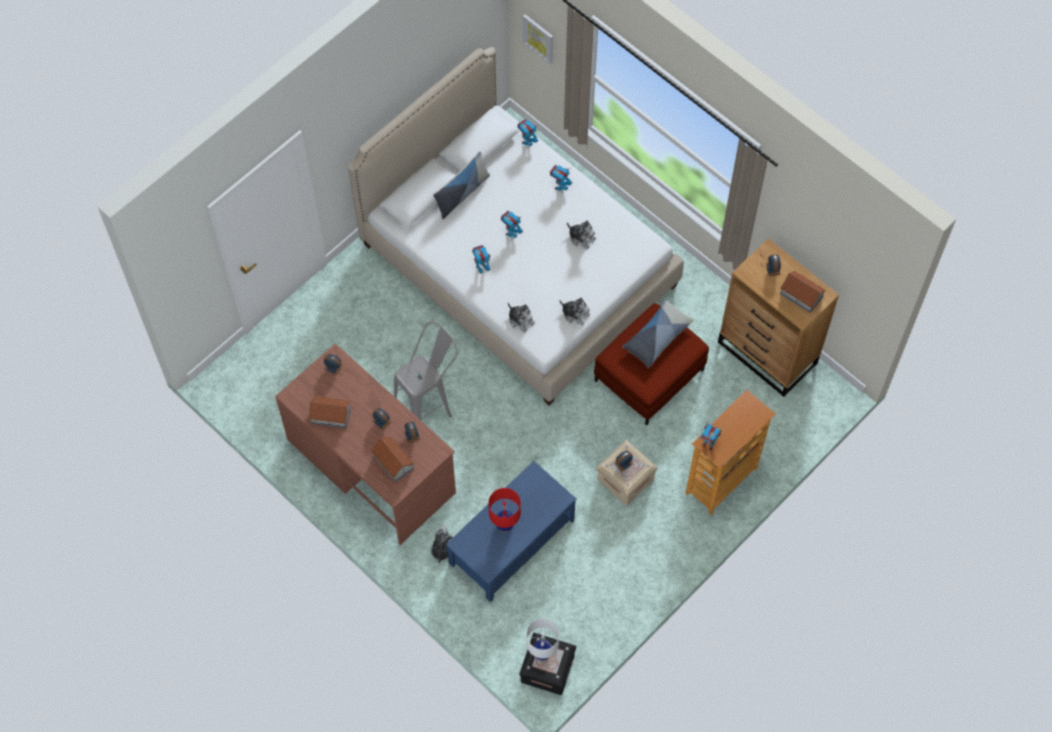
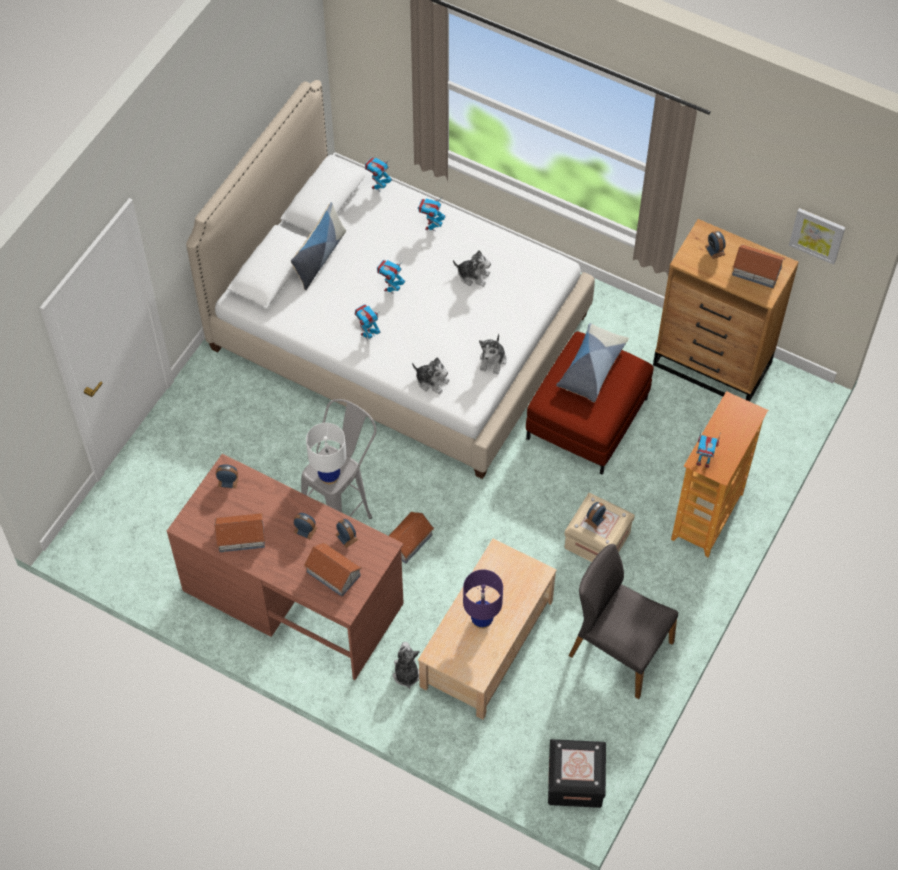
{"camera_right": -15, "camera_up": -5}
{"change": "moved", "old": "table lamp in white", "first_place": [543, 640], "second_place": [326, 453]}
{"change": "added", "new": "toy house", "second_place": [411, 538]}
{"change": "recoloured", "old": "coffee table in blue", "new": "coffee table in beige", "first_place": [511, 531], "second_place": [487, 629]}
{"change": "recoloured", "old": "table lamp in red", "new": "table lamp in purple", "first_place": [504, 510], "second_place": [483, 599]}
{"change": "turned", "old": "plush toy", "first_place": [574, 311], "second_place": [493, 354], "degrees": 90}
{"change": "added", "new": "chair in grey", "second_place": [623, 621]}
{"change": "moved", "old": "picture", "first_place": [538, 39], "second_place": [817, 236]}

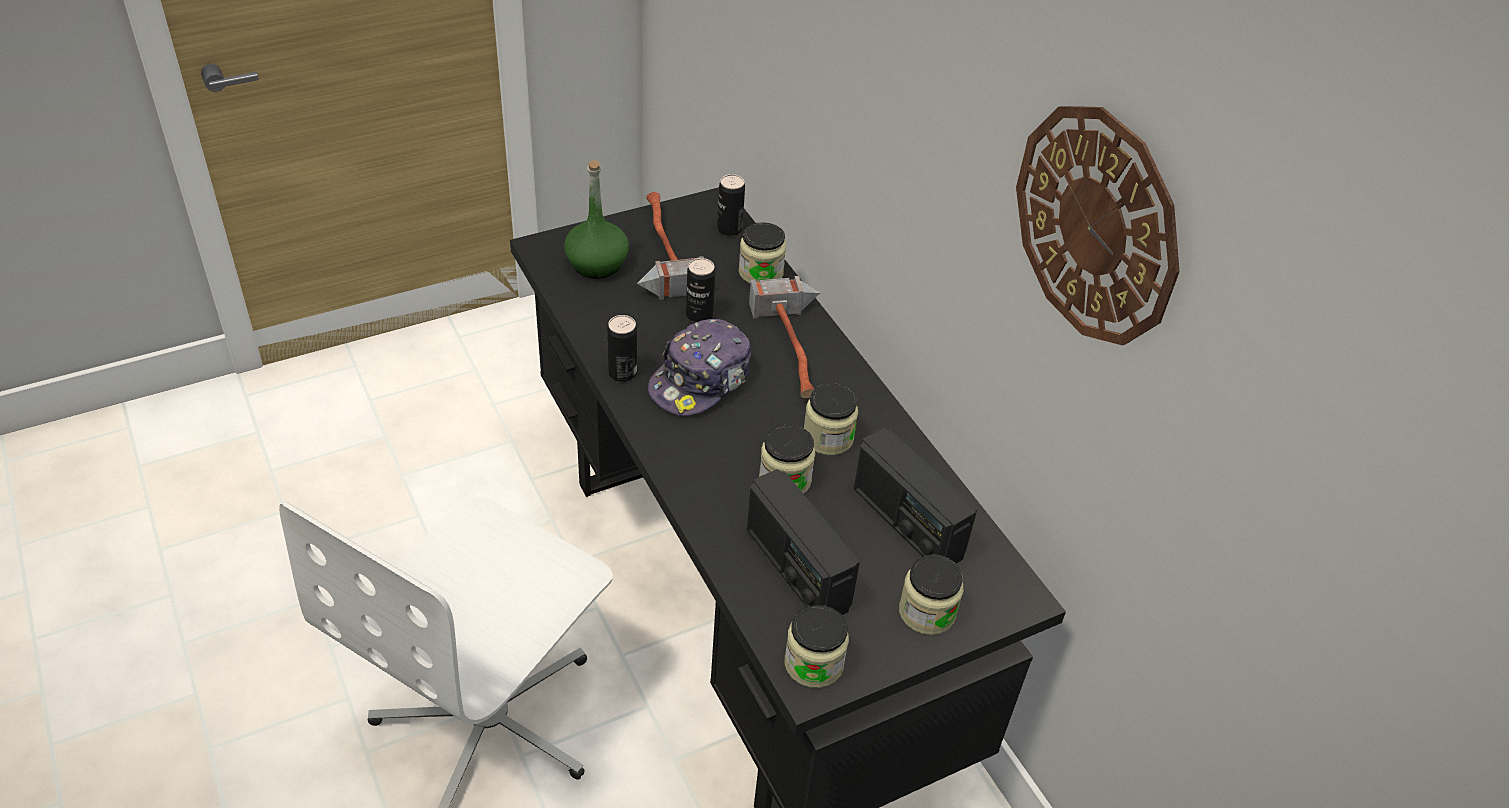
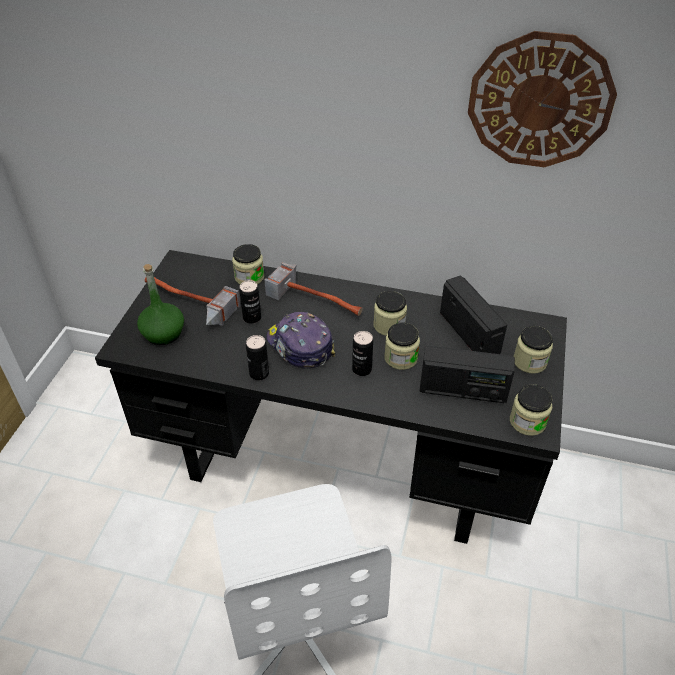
{"camera_right": -45, "camera_up": 0}
{"change": "turned", "old": "cap", "first_place": [699, 367], "second_place": [301, 340], "degrees": 150}
{"change": "moved", "old": "can", "first_place": [731, 205], "second_place": [362, 353]}
{"change": "turned", "old": "radio", "first_place": [915, 496], "second_place": [473, 314], "degrees": -120}

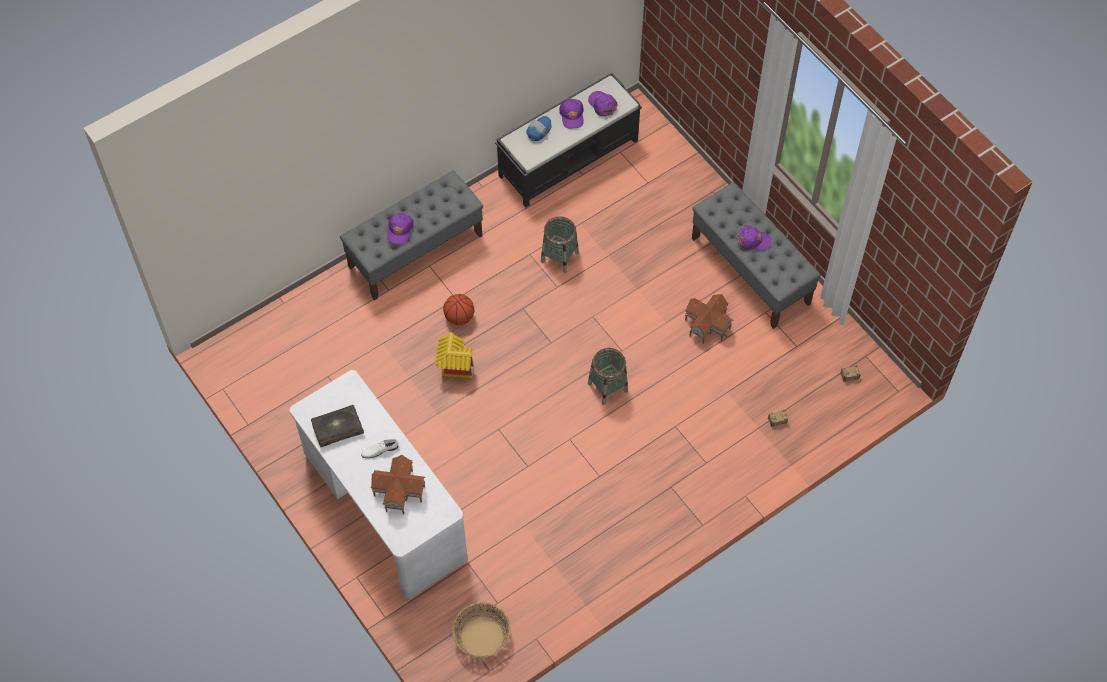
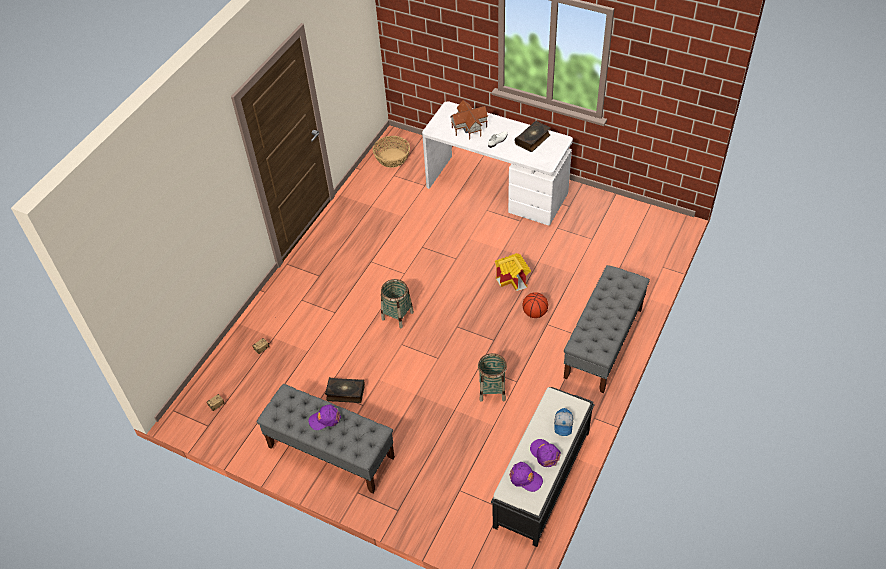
{"camera_right": 155, "camera_up": -10}
{"change": "replaced", "old": "toy house", "new": "book", "first_place": [709, 319], "second_place": [345, 390]}
{"change": "removed", "old": "cap in purple", "first_place": [400, 229]}

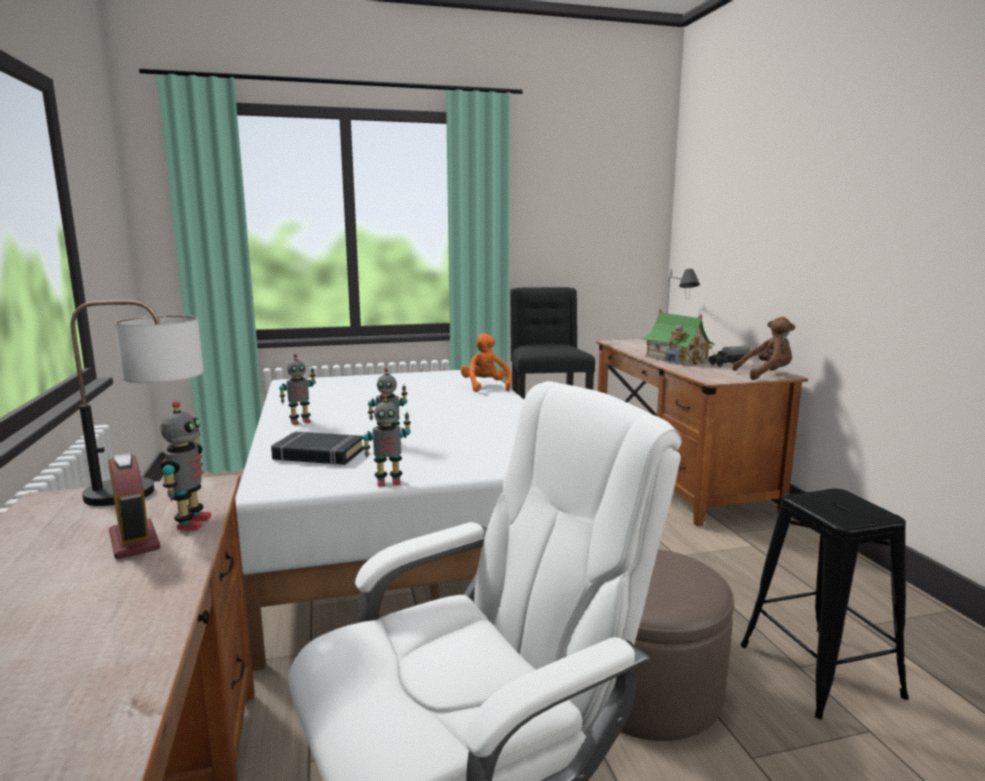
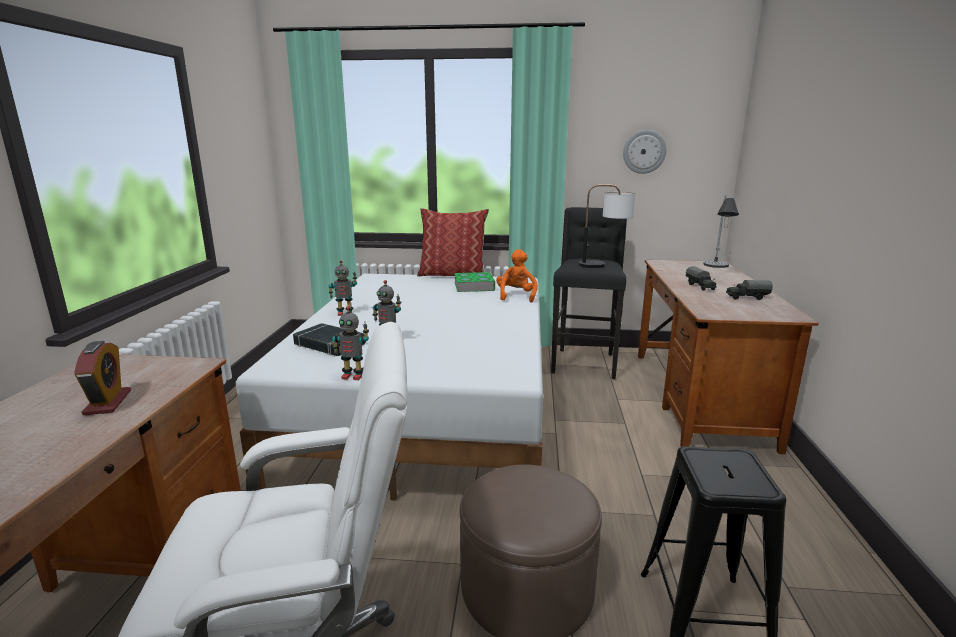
{"camera_right": 20, "camera_up": 5}
{"change": "added", "new": "pillow", "second_place": [453, 242]}
{"change": "added", "new": "book", "second_place": [474, 282]}
{"change": "moved", "old": "table lamp", "first_place": [137, 403], "second_place": [607, 226]}
{"change": "added", "new": "wall clock", "second_place": [645, 152]}
{"change": "replaced", "old": "toy house", "new": "toy truck", "first_place": [679, 337], "second_place": [701, 278]}
{"change": "removed", "old": "toy robot", "first_place": [185, 465]}
{"change": "removed", "old": "plush toy in brown", "first_place": [763, 348]}

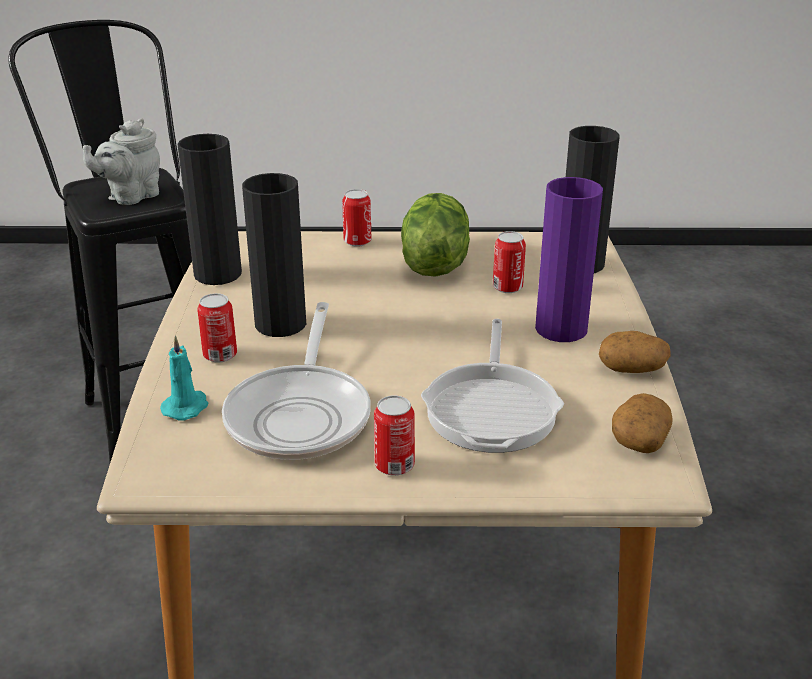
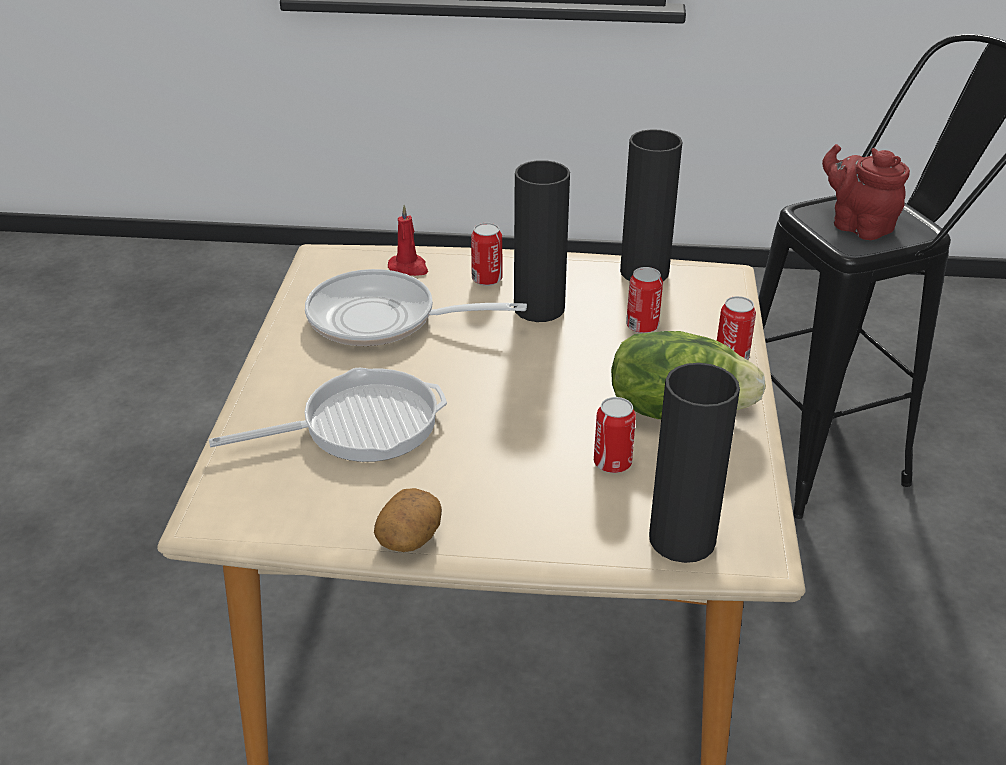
{"camera_right": 95, "camera_up": 5}
{"change": "turned", "old": "frying pan", "first_place": [492, 386], "second_place": [328, 415], "degrees": 150}
{"change": "recoloured", "old": "candle in turquoise", "new": "candle in red", "first_place": [184, 378], "second_place": [408, 240]}
{"change": "moved", "old": "can", "first_place": [394, 435], "second_place": [644, 300]}
{"change": "recoloured", "old": "teapot in grey", "new": "teapot in red", "first_place": [121, 161], "second_place": [866, 192]}
{"change": "removed", "old": "vase in purple", "first_place": [569, 259]}
{"change": "removed", "old": "potato", "first_place": [642, 423]}

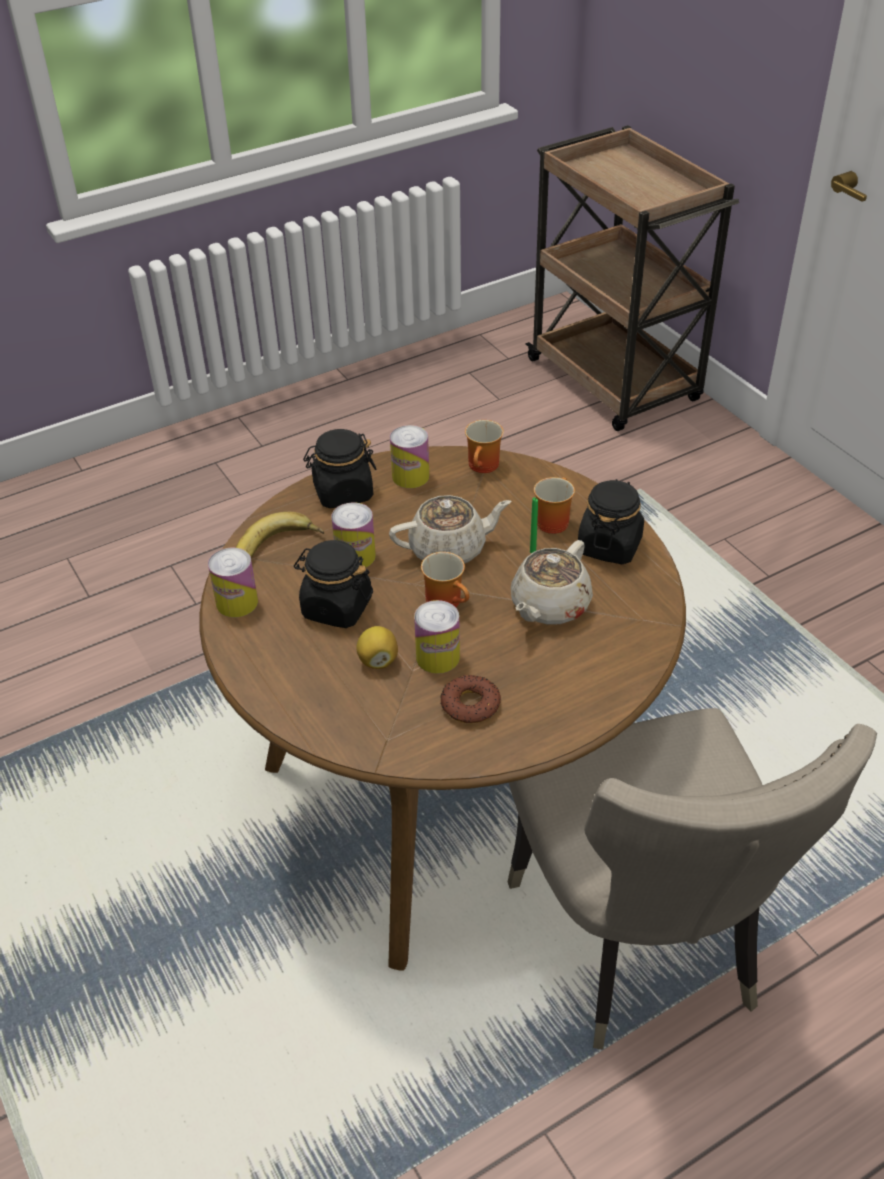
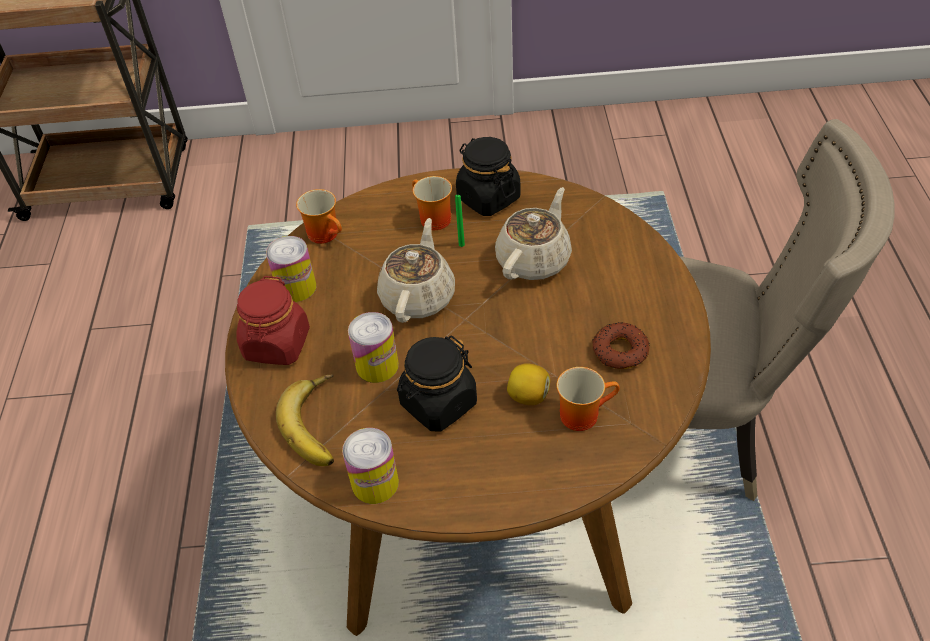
{"camera_right": -60, "camera_up": 5}
{"change": "recoloured", "old": "jar in black", "new": "jar in red", "first_place": [340, 468], "second_place": [273, 320]}
{"change": "turned", "old": "teapot in beige", "first_place": [552, 582], "second_place": [533, 233], "degrees": -120}
{"change": "moved", "old": "mug", "first_place": [445, 579], "second_place": [588, 399]}
{"change": "removed", "old": "can", "first_place": [437, 637]}

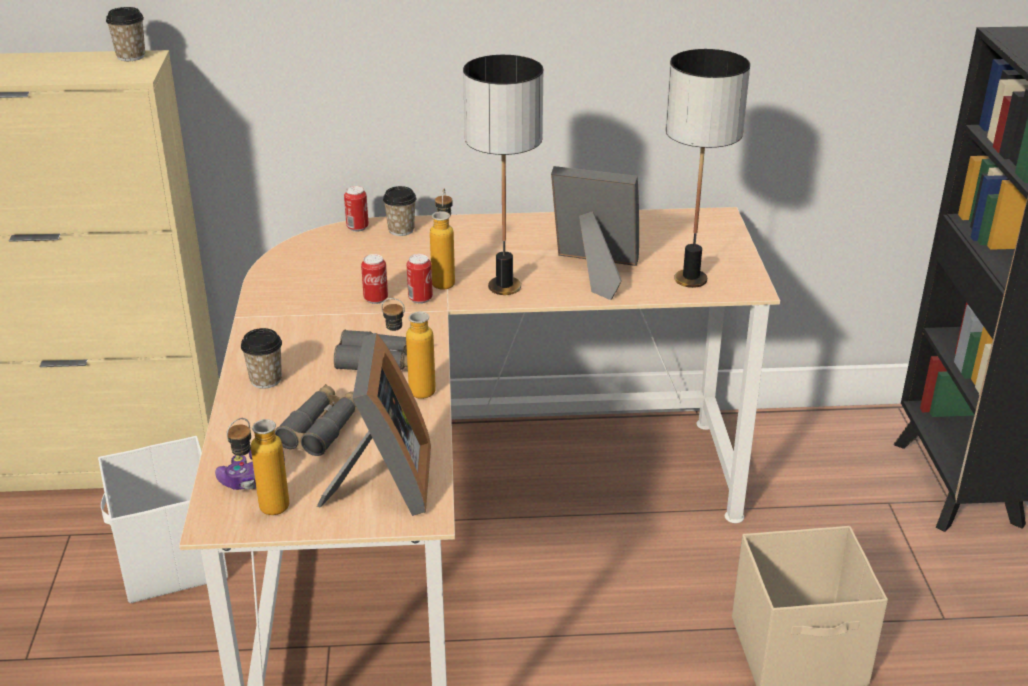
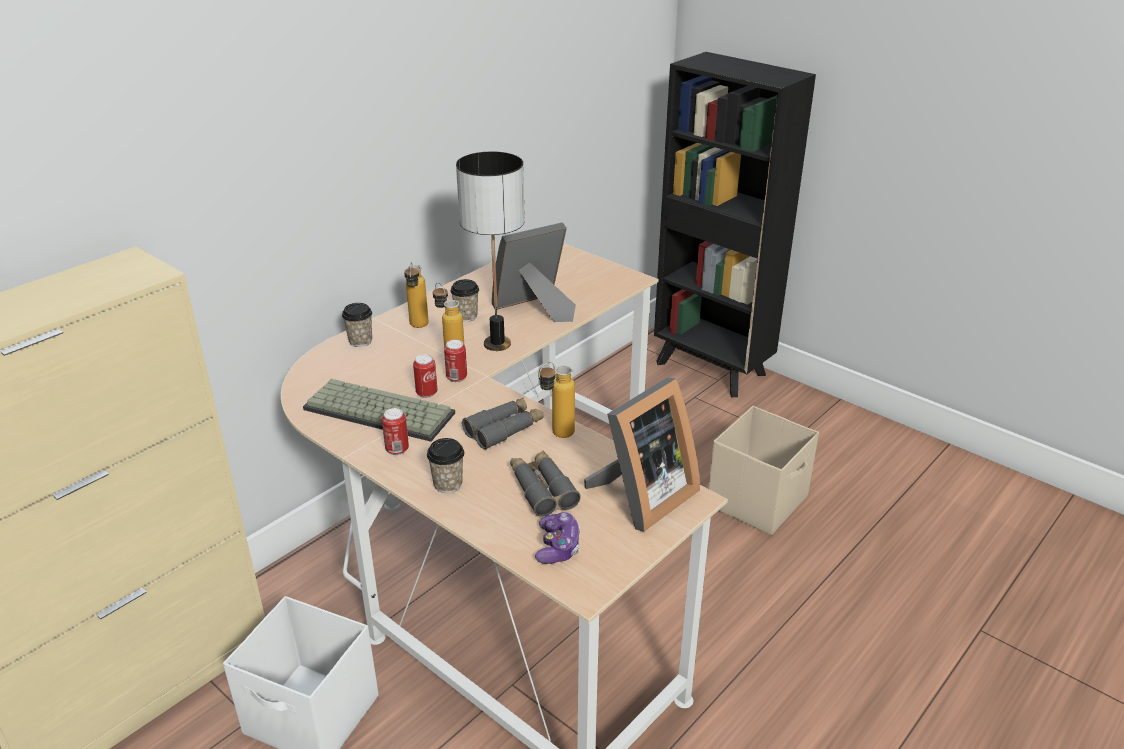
{"camera_right": -45, "camera_up": 0}
{"change": "added", "new": "keyboard", "second_place": [379, 410]}
{"change": "moved", "old": "can", "first_place": [356, 209], "second_place": [395, 431]}
{"change": "moved", "old": "bottle", "first_place": [257, 466], "second_place": [416, 295]}
{"change": "moved", "old": "cup", "first_place": [125, 34], "second_place": [464, 300]}
{"change": "turned", "old": "picture frame", "first_place": [374, 424], "second_place": [642, 455], "degrees": 90}
{"change": "removed", "old": "table lamp", "first_place": [708, 168]}

